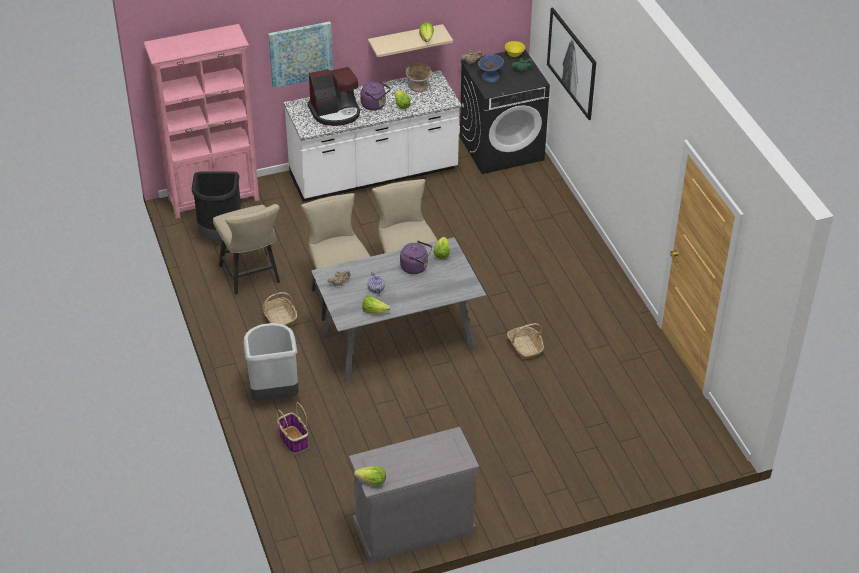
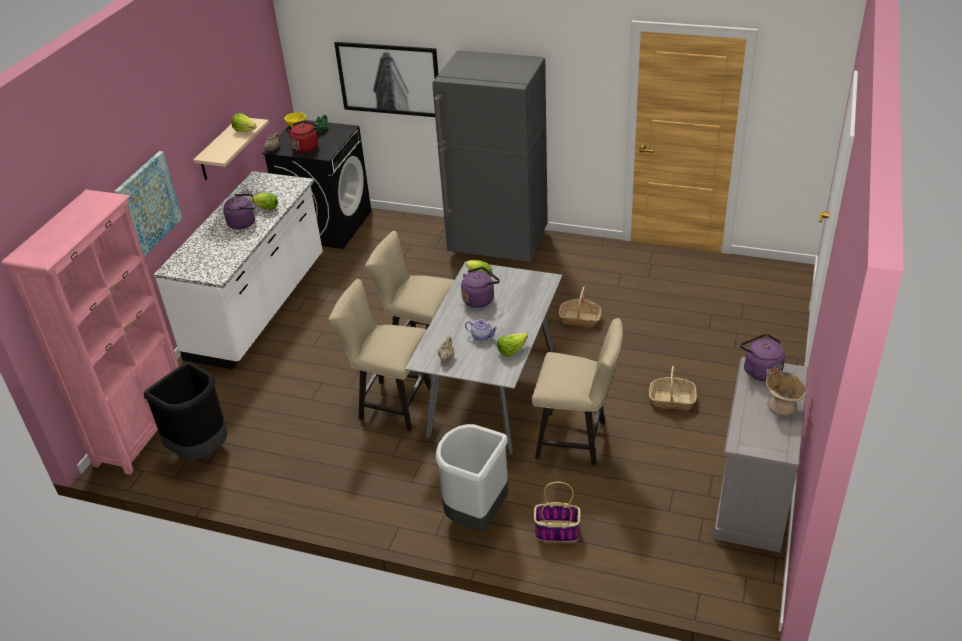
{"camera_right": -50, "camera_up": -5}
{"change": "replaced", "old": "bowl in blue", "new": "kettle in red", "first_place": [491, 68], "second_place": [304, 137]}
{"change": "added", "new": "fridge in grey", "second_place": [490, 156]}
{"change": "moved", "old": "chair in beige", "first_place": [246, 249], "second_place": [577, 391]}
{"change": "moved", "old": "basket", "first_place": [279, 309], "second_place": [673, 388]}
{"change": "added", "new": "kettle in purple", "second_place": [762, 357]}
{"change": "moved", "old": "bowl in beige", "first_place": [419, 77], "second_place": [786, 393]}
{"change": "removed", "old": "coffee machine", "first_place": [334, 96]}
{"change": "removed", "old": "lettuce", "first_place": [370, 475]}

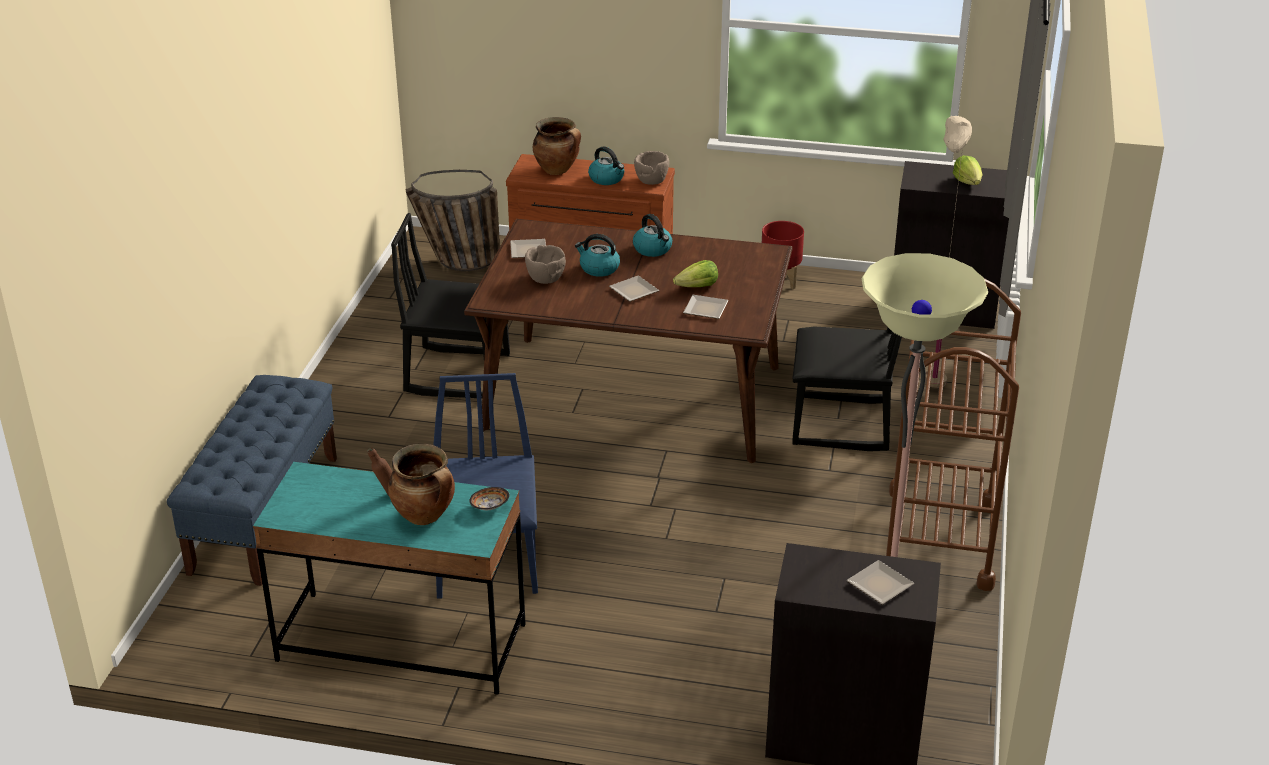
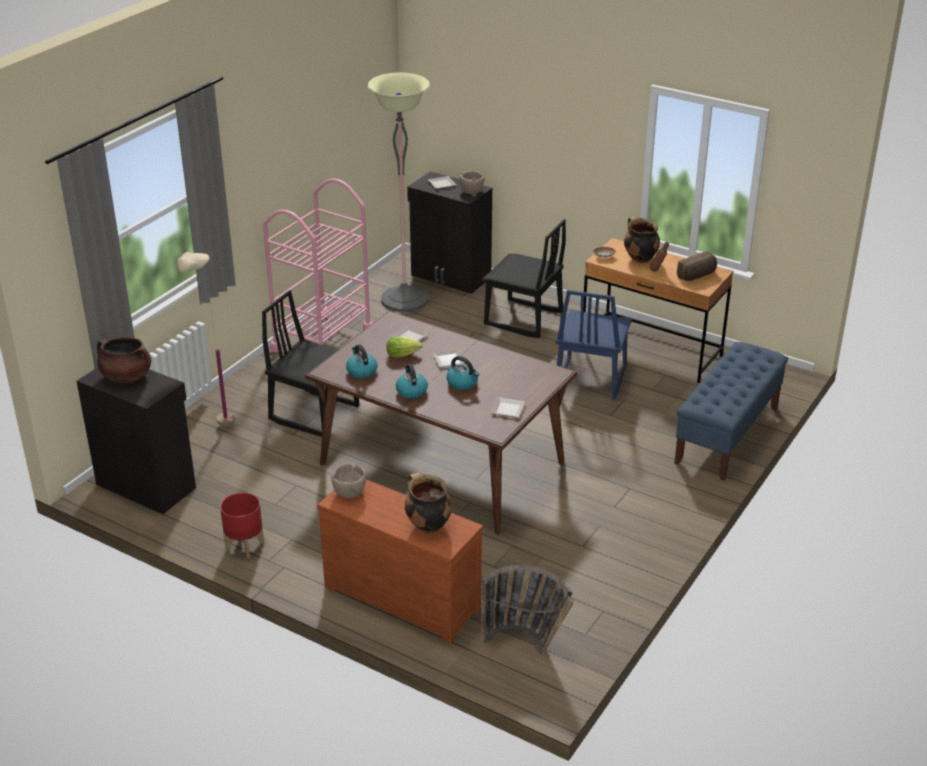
{"camera_right": -160, "camera_up": 0}
{"change": "replaced", "old": "lettuce", "new": "cooking pot in brown", "first_place": [968, 170], "second_place": [124, 360]}
{"change": "recoloured", "old": "cart in brown", "new": "cart in pink", "first_place": [953, 434], "second_place": [318, 265]}
{"change": "moved", "old": "kettle", "first_place": [606, 165], "second_place": [362, 361]}
{"change": "moved", "old": "bowl in brown", "first_place": [545, 264], "second_place": [472, 182]}
{"change": "moved", "old": "chair in black", "first_place": [450, 305], "second_place": [524, 278]}
{"change": "recoloured", "old": "desk in turquoise", "new": "desk in brown", "first_place": [389, 578], "second_place": [658, 310]}
{"change": "added", "new": "bread", "second_place": [697, 266]}

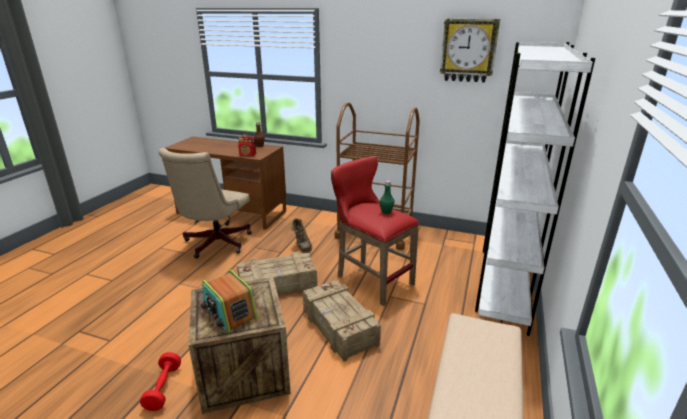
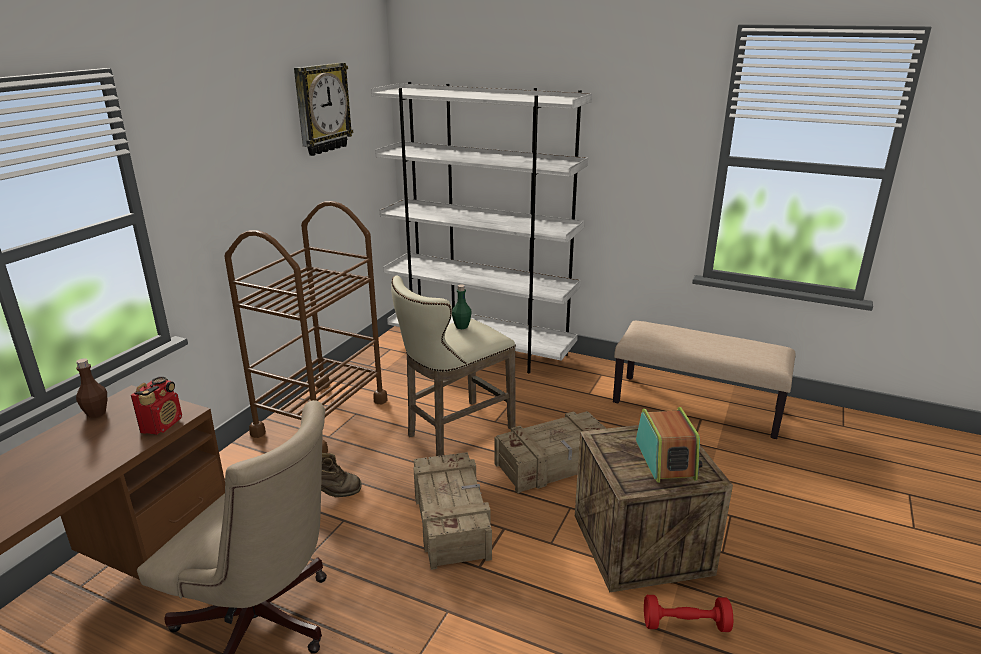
{"camera_right": -85, "camera_up": 0}
{"change": "recoloured", "old": "stool in red", "new": "stool in beige", "first_place": [375, 231], "second_place": [453, 366]}
{"change": "turned", "old": "radio", "first_place": [229, 301], "second_place": [669, 445], "degrees": -60}

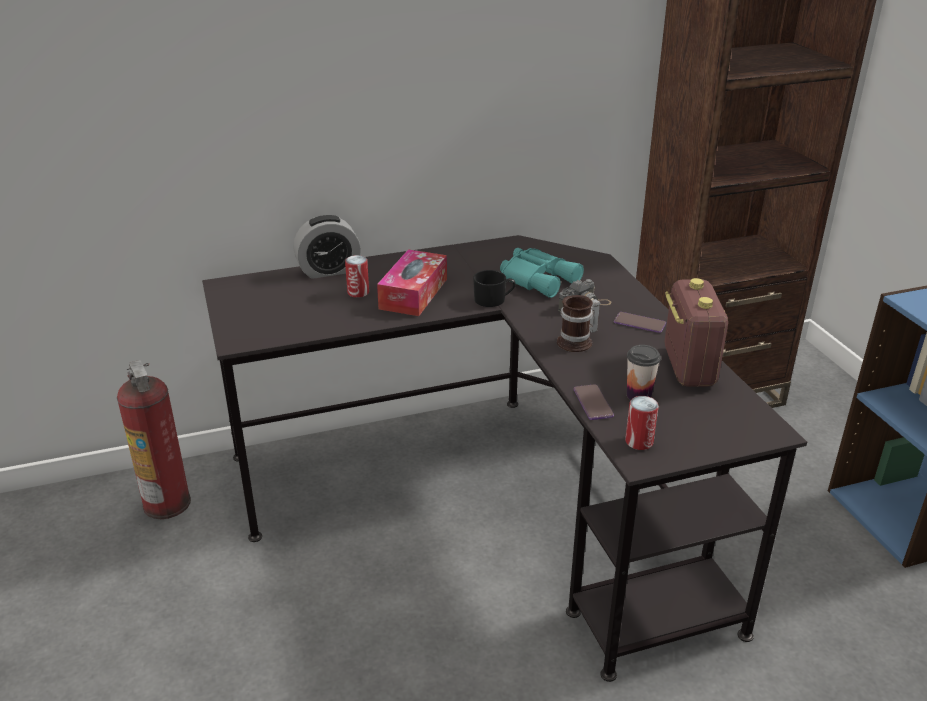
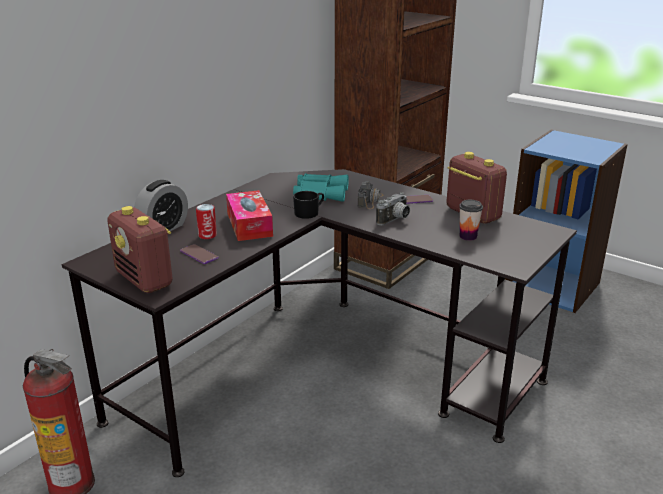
{"camera_right": -35, "camera_up": -5}
{"change": "added", "new": "radio", "second_place": [139, 249]}
{"change": "moved", "old": "phone", "first_place": [594, 402], "second_place": [199, 254]}
{"change": "replaced", "old": "mug", "new": "photo camera", "first_place": [578, 323], "second_place": [393, 208]}
{"change": "removed", "old": "can", "first_place": [642, 423]}

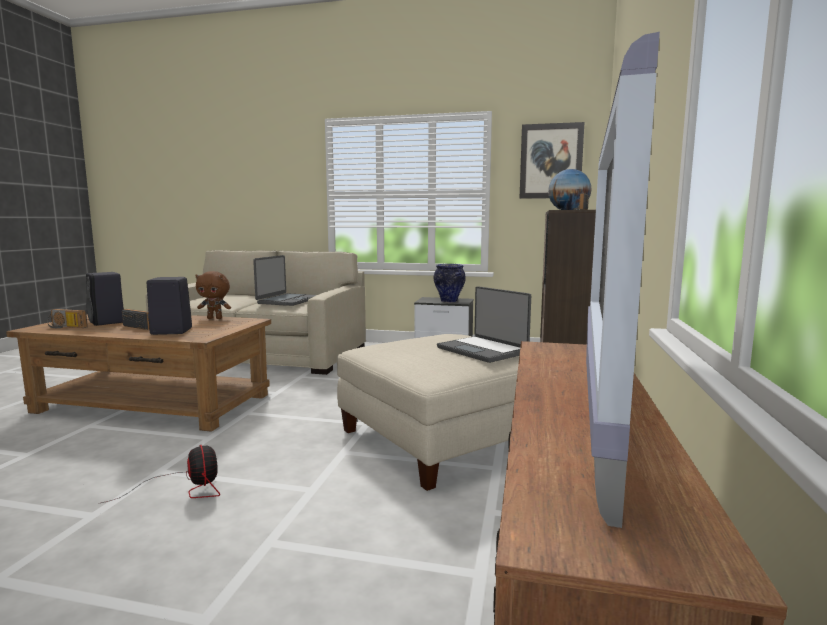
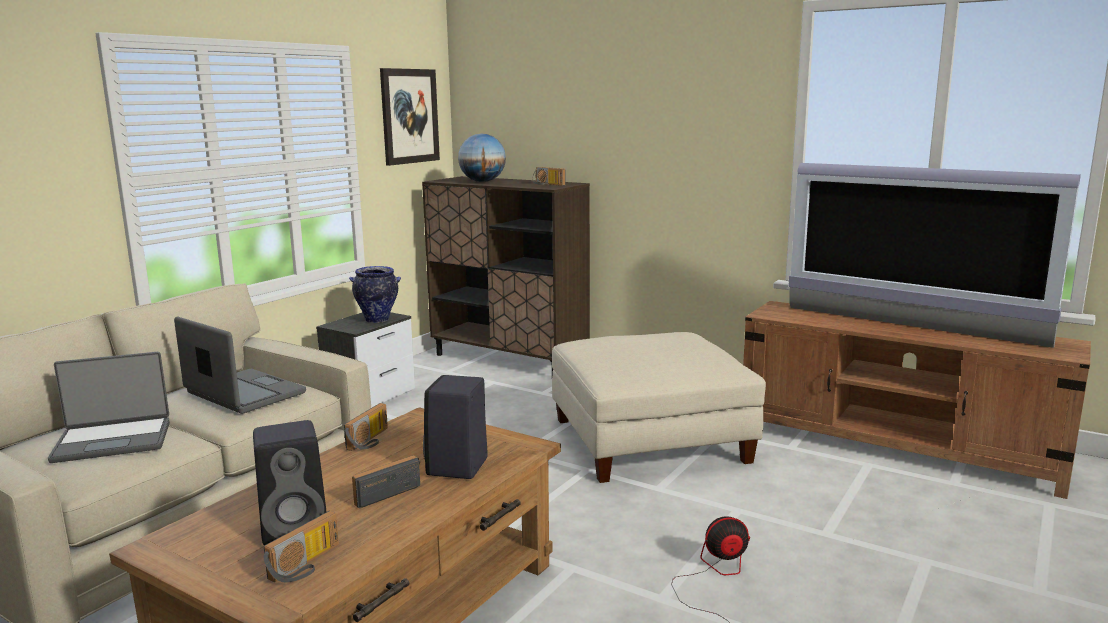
{"camera_right": -70, "camera_up": 5}
{"change": "moved", "old": "laptop", "first_place": [484, 324], "second_place": [109, 407]}
{"change": "replaced", "old": "plush toy in brown", "new": "radio", "first_place": [213, 295], "second_place": [366, 427]}

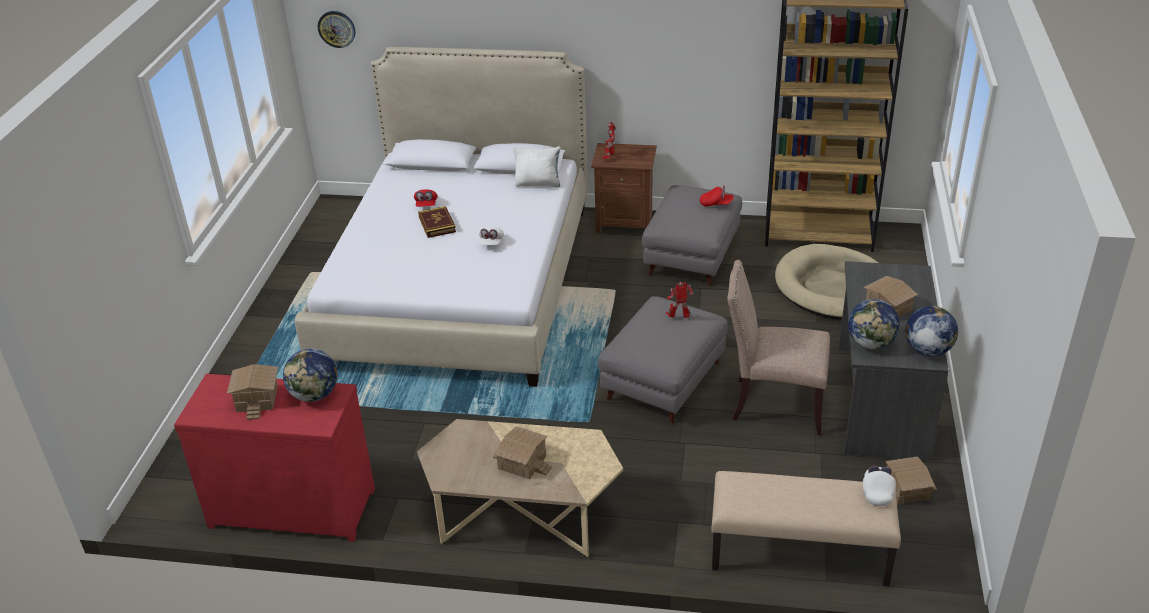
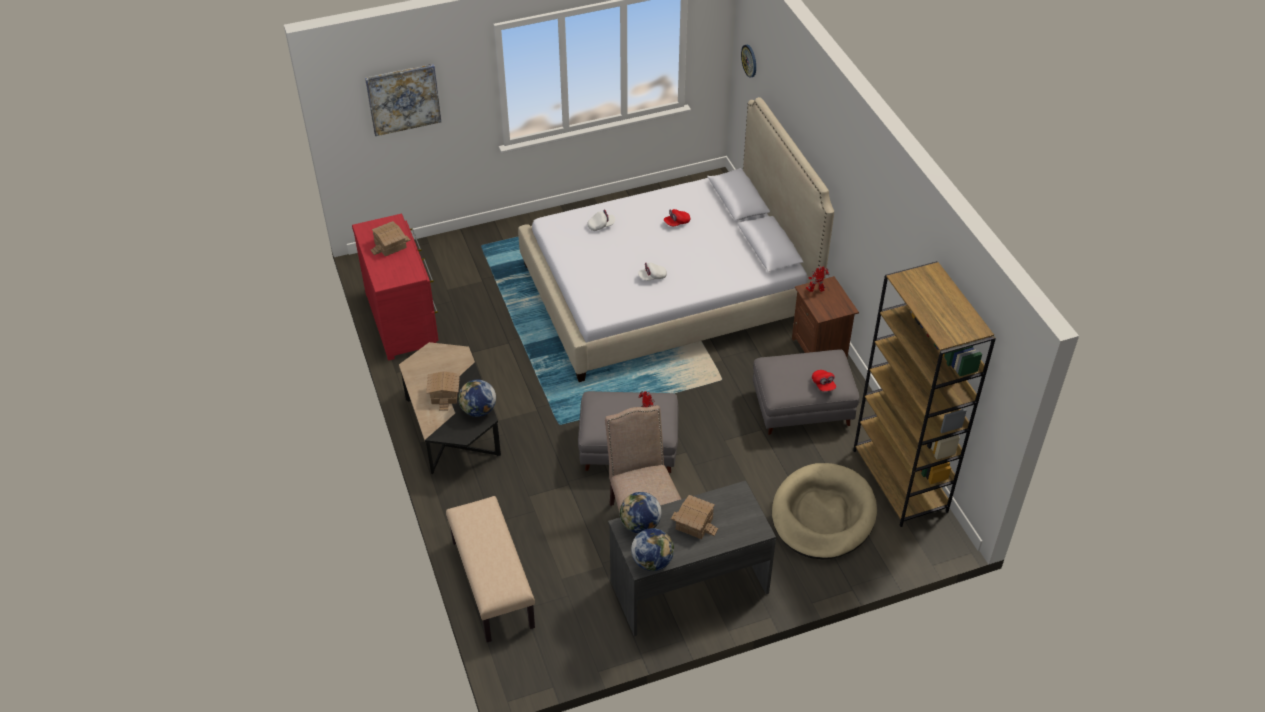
{"camera_right": 60, "camera_up": 10}
{"change": "added", "new": "picture", "second_place": [403, 100]}
{"change": "recoloured", "old": "coffee table in beige", "new": "coffee table in black", "first_place": [520, 488], "second_place": [450, 408]}
{"change": "moved", "old": "globe", "first_place": [310, 375], "second_place": [477, 398]}
{"change": "moved", "old": "cap in white", "first_place": [879, 486], "second_place": [601, 220]}
{"change": "removed", "old": "book", "first_place": [437, 222]}
{"change": "removed", "old": "pillow in white", "first_place": [537, 166]}
{"change": "removed", "old": "toy house", "first_place": [911, 480]}

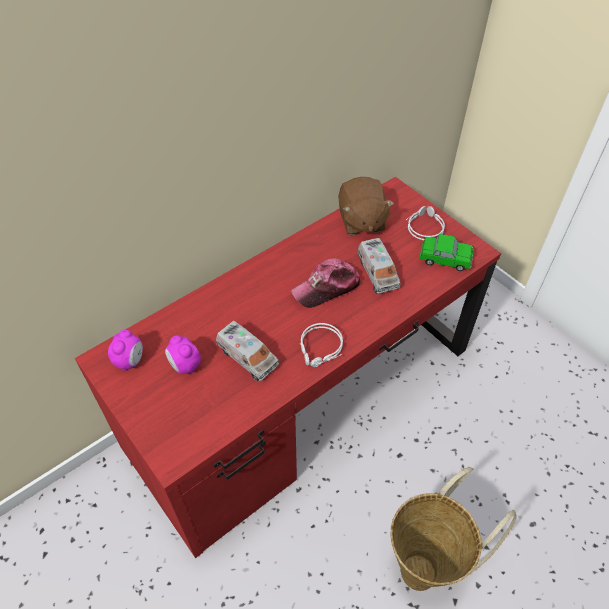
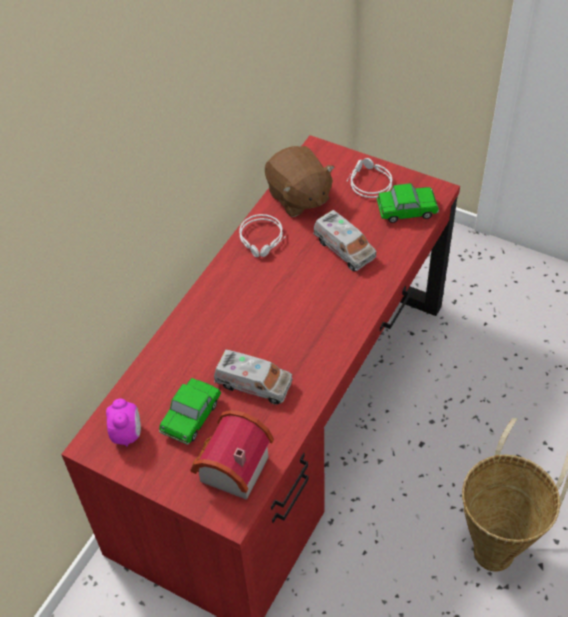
{"camera_right": -20, "camera_up": 0}
{"change": "replaced", "old": "alarm clock", "new": "toy car", "first_place": [183, 354], "second_place": [190, 411]}
{"change": "added", "new": "toy house", "second_place": [232, 455]}
{"change": "moved", "old": "headphones in grey", "first_place": [322, 345], "second_place": [262, 235]}
{"change": "removed", "old": "cap", "first_place": [326, 283]}

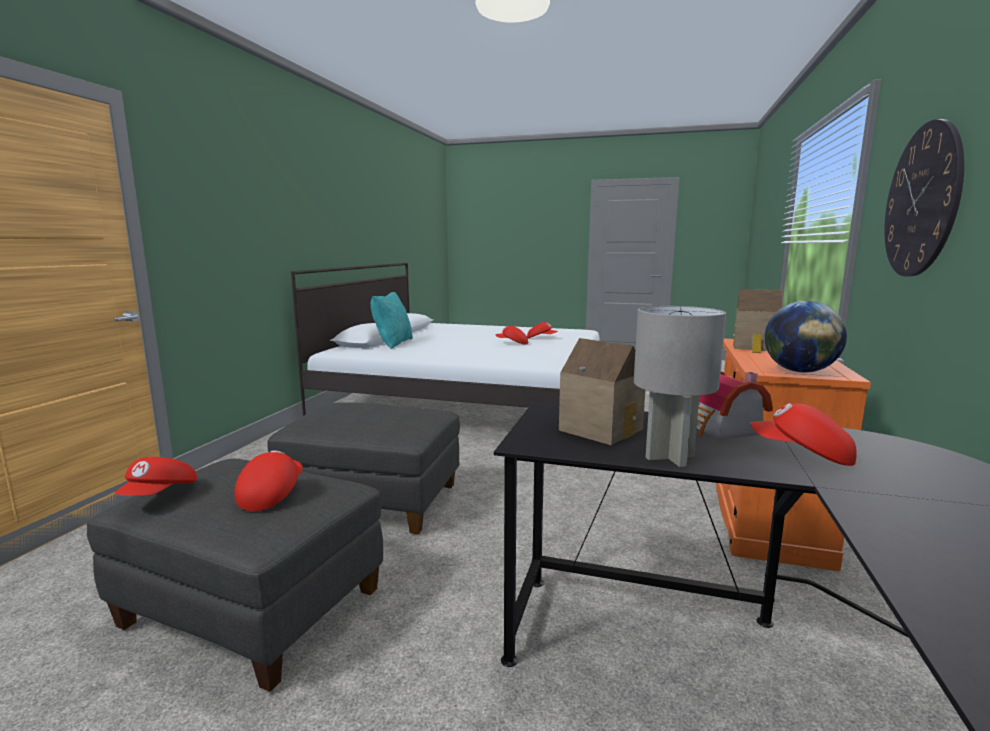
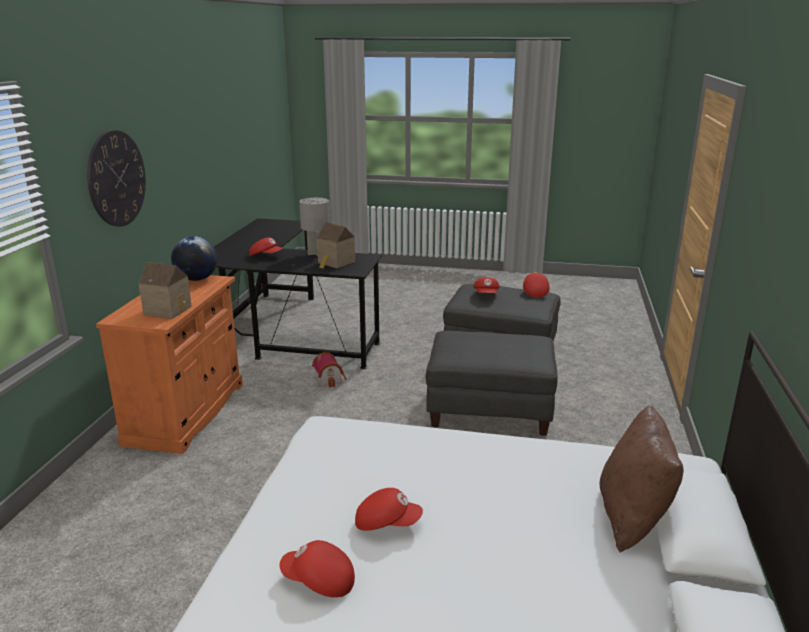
{"camera_right": 175, "camera_up": 10}
{"change": "moved", "old": "toy house", "first_place": [735, 406], "second_place": [329, 370]}
{"change": "recoloured", "old": "pillow in turquoise", "new": "pillow in brown", "first_place": [392, 320], "second_place": [641, 479]}

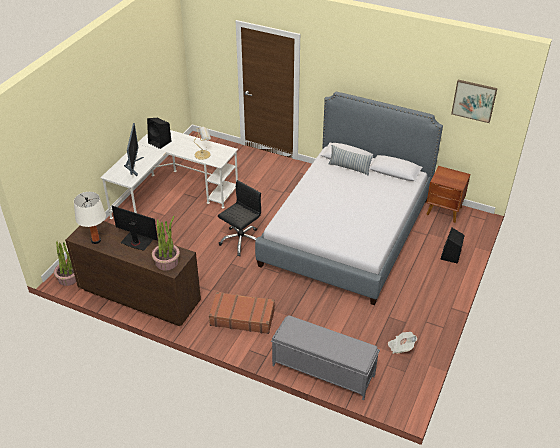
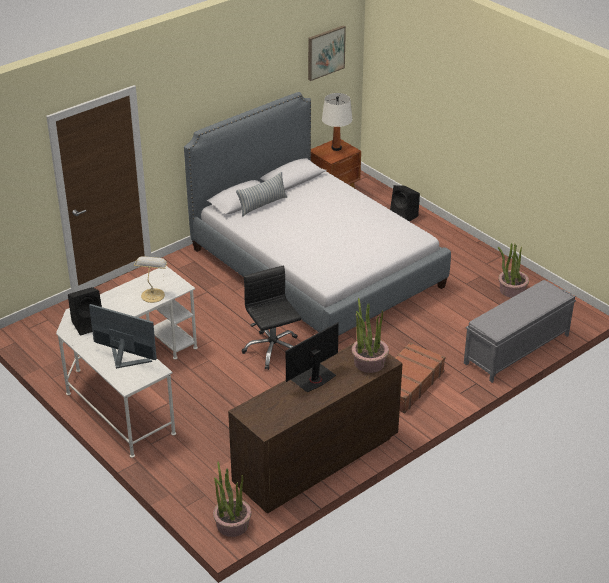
{"camera_right": -65, "camera_up": -5}
{"change": "moved", "old": "table lamp in white", "first_place": [90, 218], "second_place": [337, 122]}
{"change": "replaced", "old": "newspaper", "new": "potted plant", "first_place": [402, 343], "second_place": [513, 270]}

